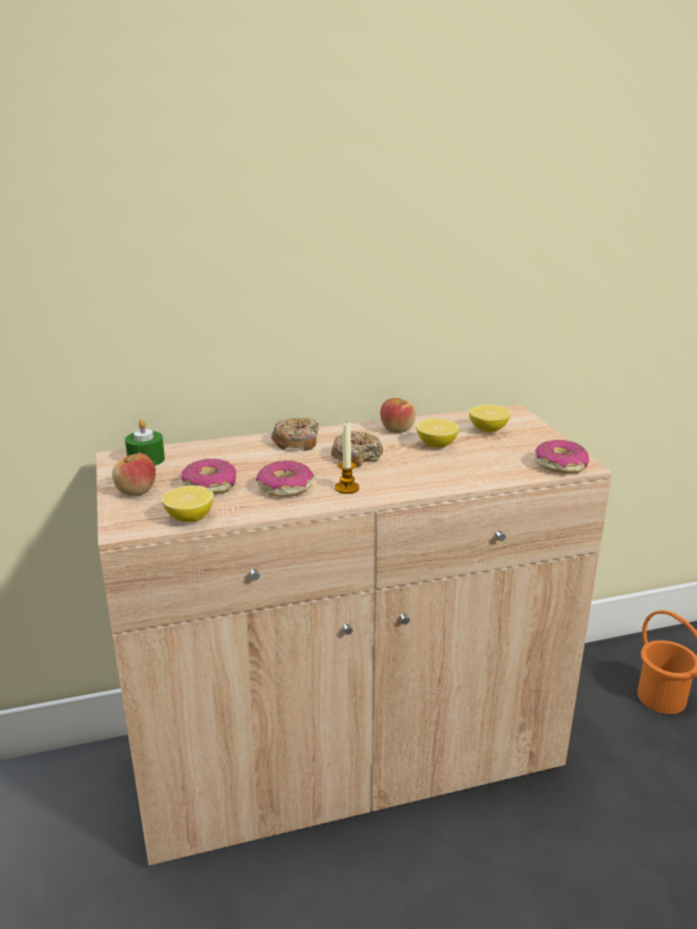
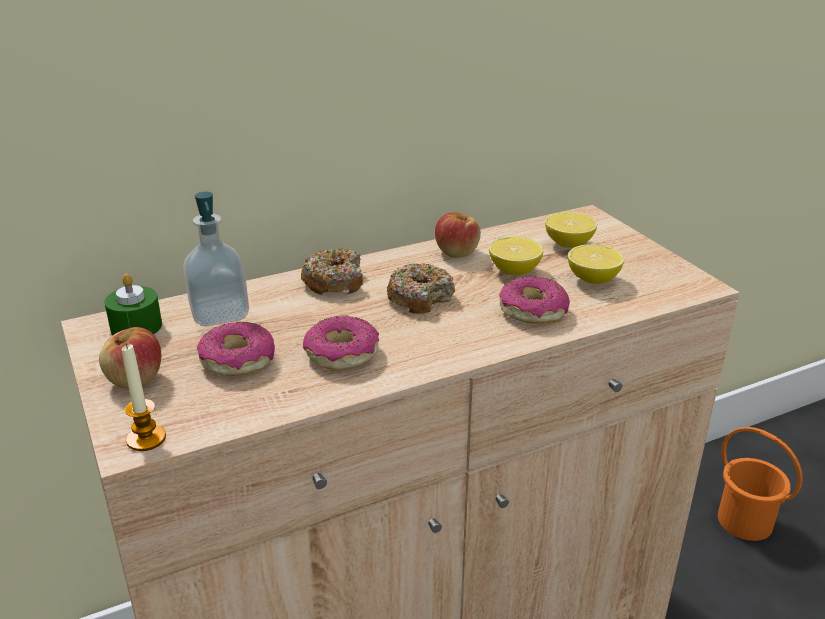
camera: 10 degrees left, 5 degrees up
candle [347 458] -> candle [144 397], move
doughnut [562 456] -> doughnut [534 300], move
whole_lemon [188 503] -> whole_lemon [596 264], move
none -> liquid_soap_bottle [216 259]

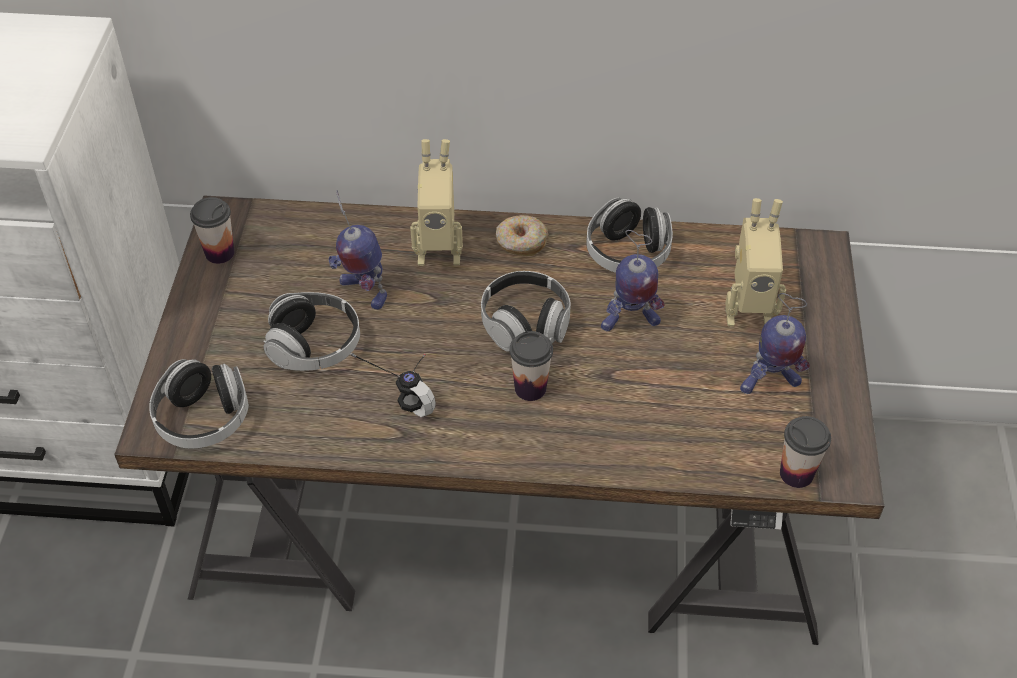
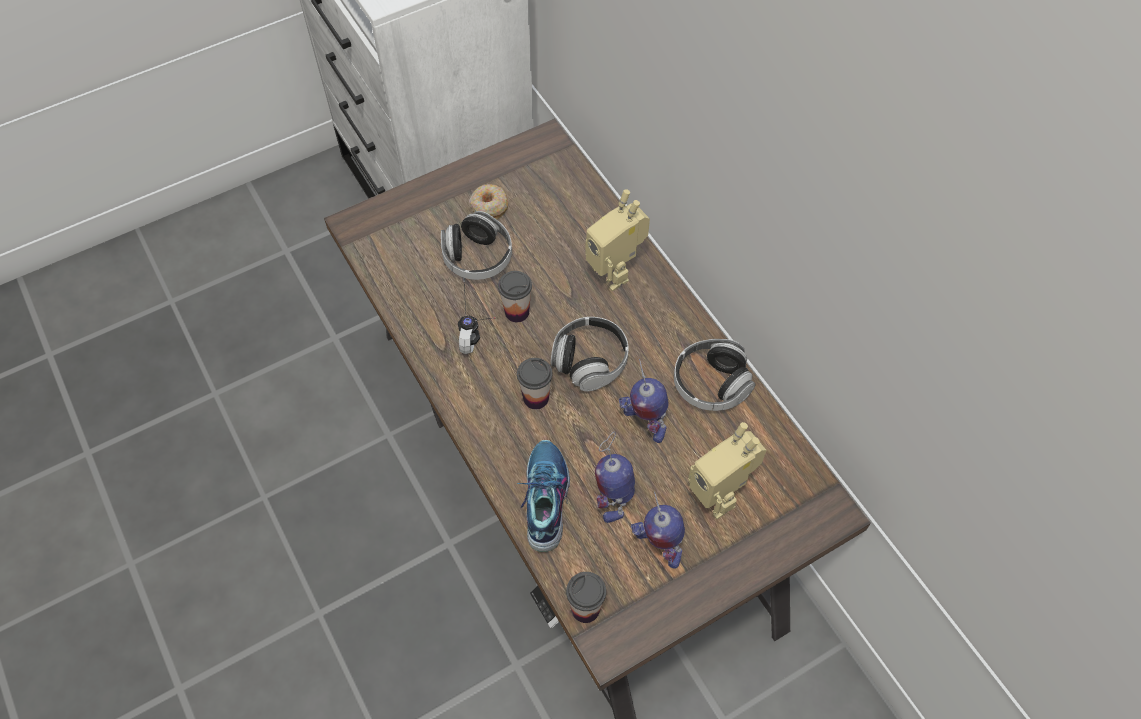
camera: 55 degrees right, 10 degrees up
robot_figure [358 250] -> robot_figure [615 477], move
small_cup [212 230] -> small_cup [515 296], move
doughnut [522 235] -> doughnut [489 201], move
pair_of_headphones [199 403] -> none
none -> low_shoe [543 496]

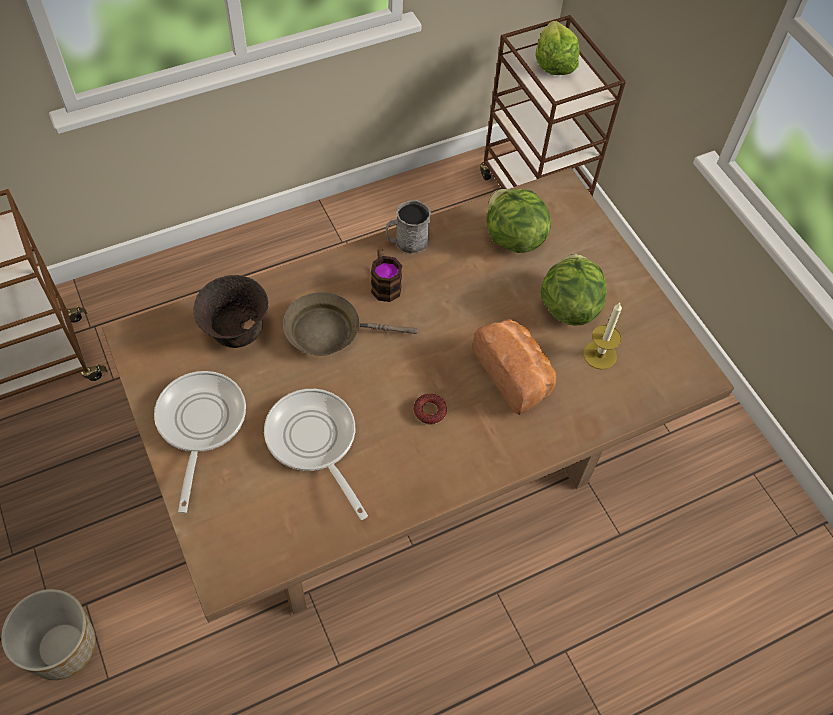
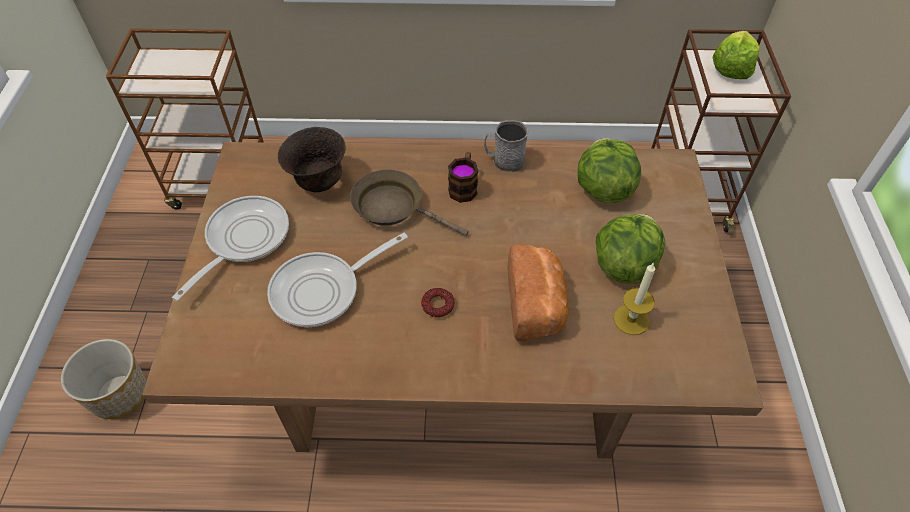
camera: 30 degrees right, 5 degrees down
pan [316 454] -> pan [337 280], 120 degrees counterclockwise

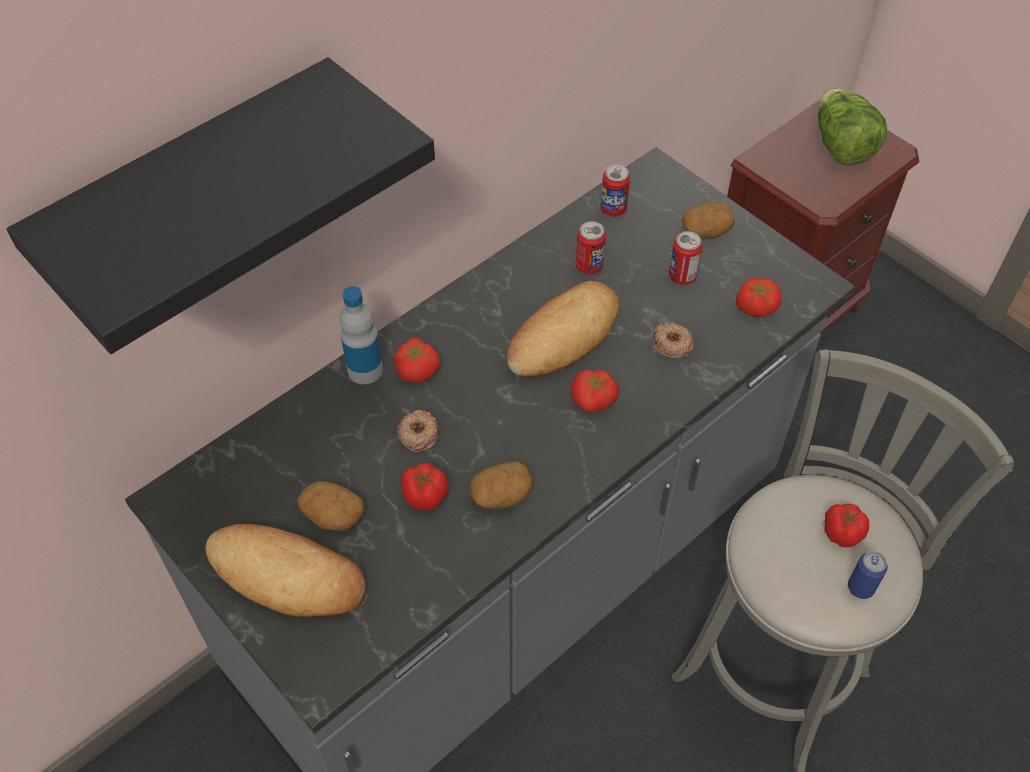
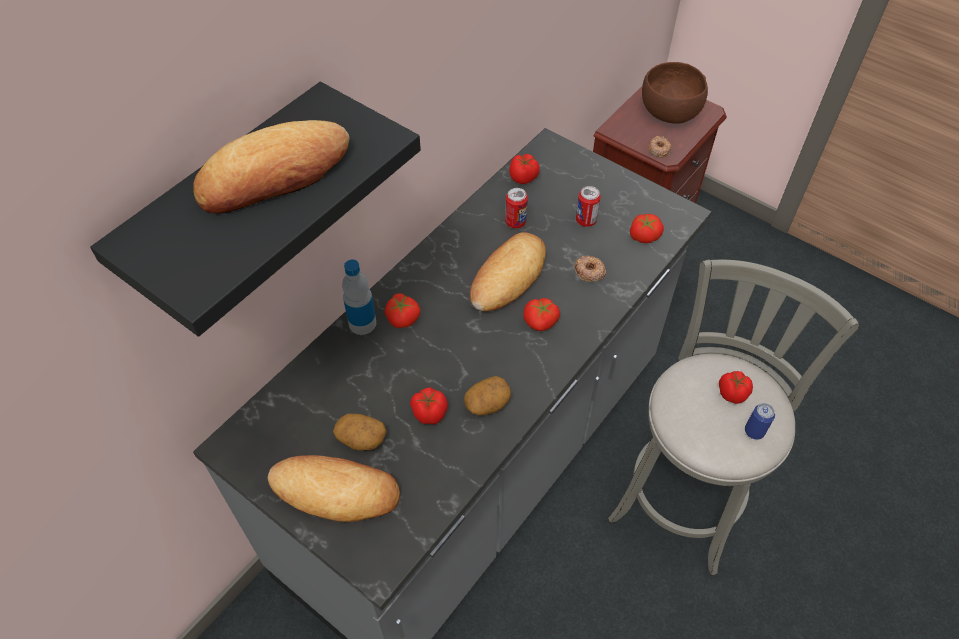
camera: 10 degrees left, 0 degrees up
head_of_lettuce [852 127] -> brownish_serving_bowl [675 93]
sealed_can [615 190] -> whole_tomato [524 169]
spud [708 220] -> none
doughnut [418 431] -> doughnut [660 146], move
none -> bread [271 167]

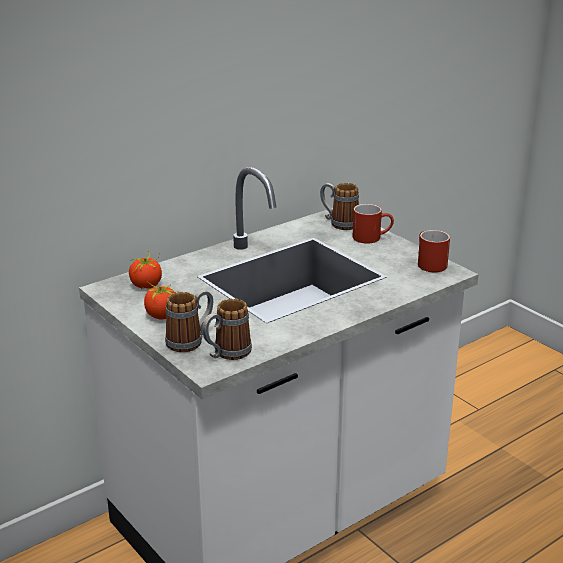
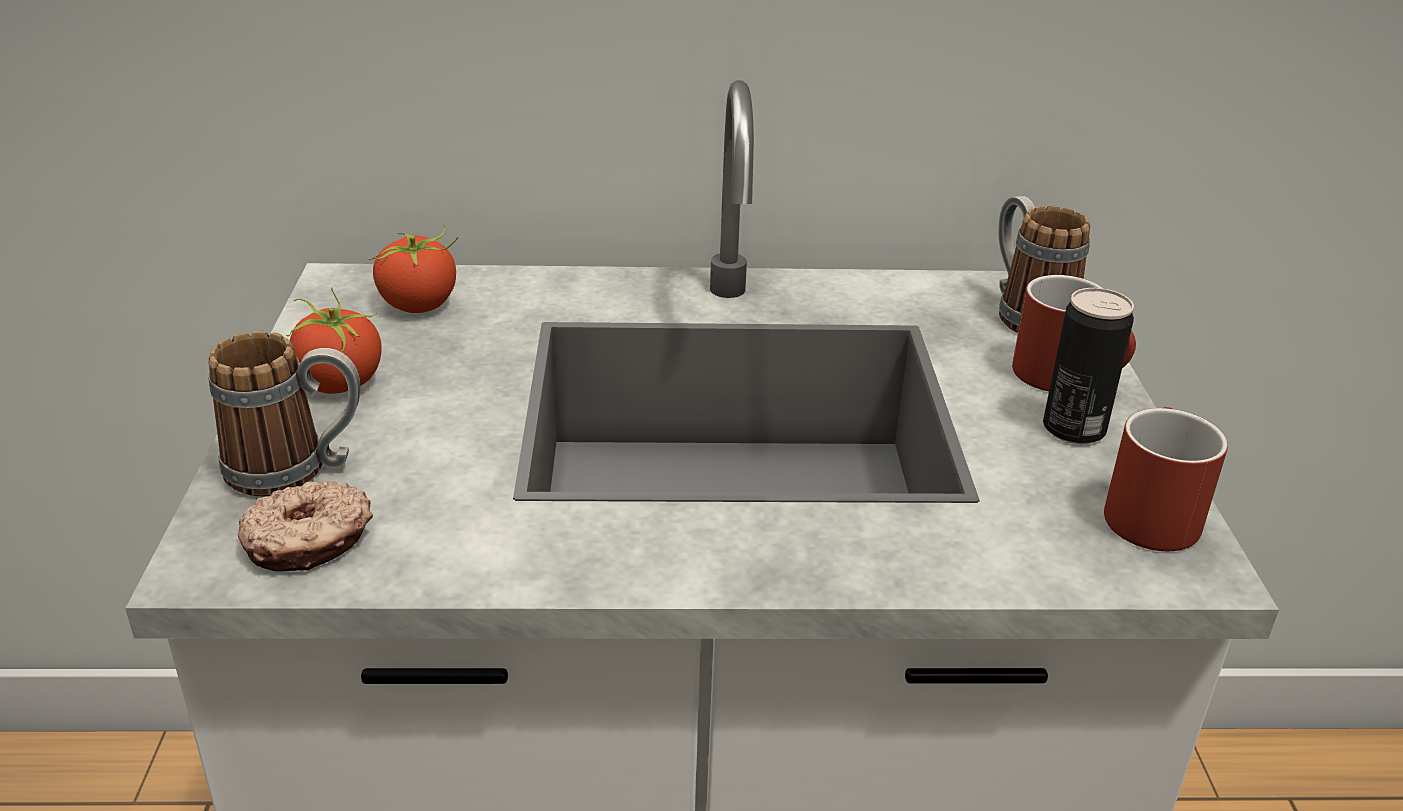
camera: 35 degrees right, 5 degrees up
coffee_mug [227 329] -> doughnut [305 526]
none -> sealed_can [1088 366]

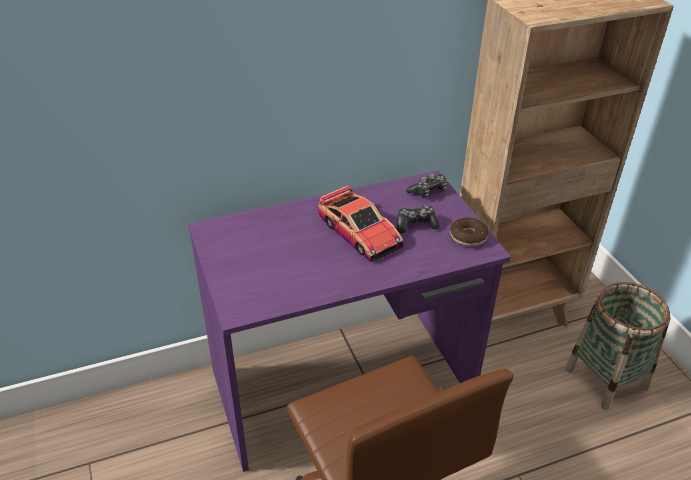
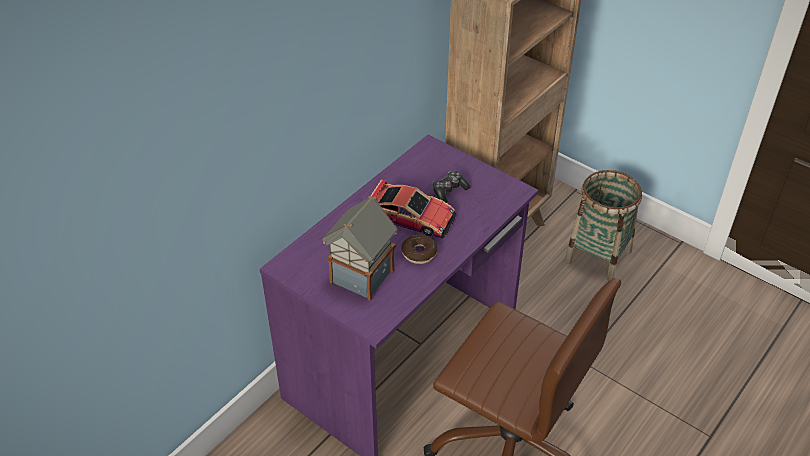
camera: 30 degrees left, 5 degrees up
game_controller [426 185] -> none
doughnut [469 232] -> doughnut [419 249], move
none -> miniature_house [360 248]

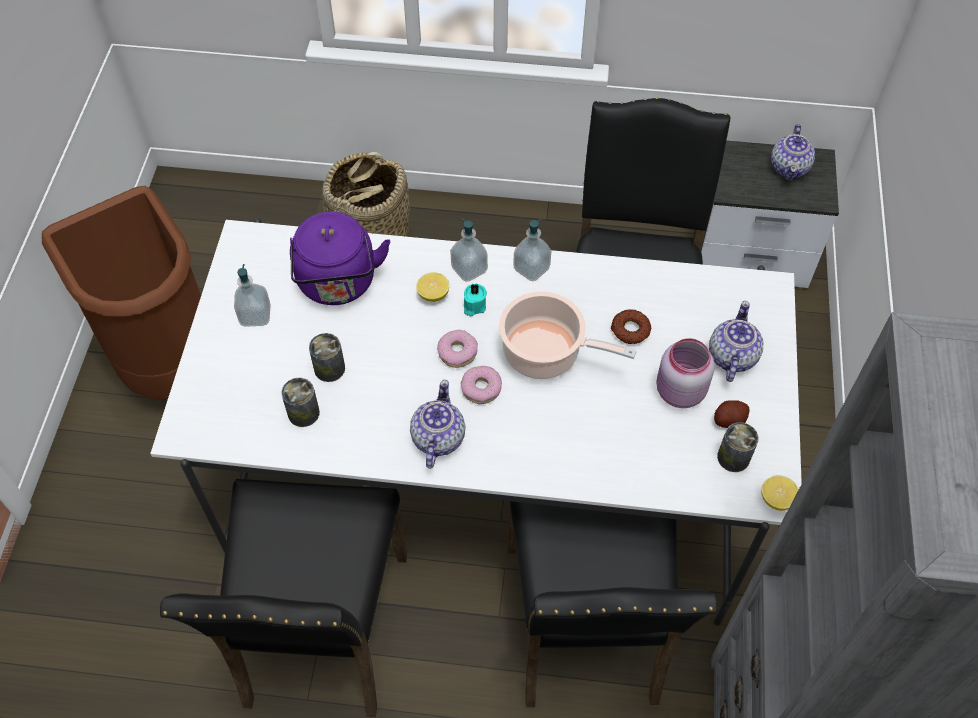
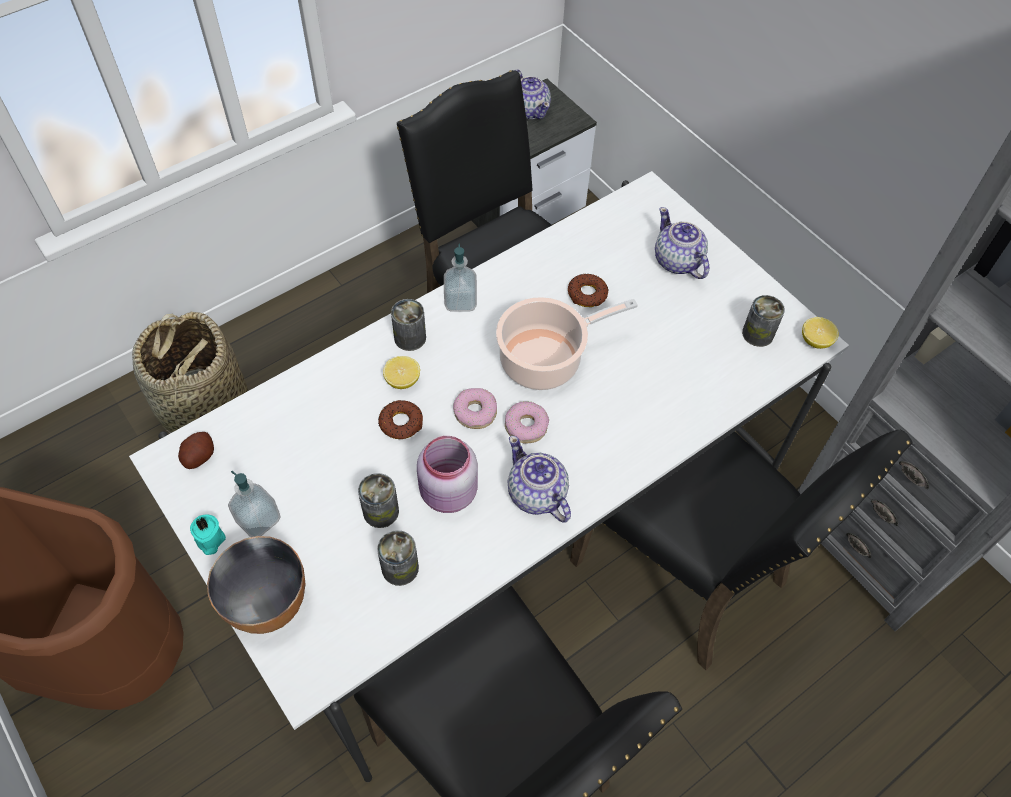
camera: 45 degrees left, 0 degrees up
purplish_water_kettle [340 258] -> none
liquid_soap_bottle [469 250] -> sealed_can [408 325]
blue-green_candle [475 300] -> blue-green_candle [208 534], move
pink_preserve_jar [685 373] -> pink_preserve_jar [447 474], move
spud [732 414] -> spud [196 450], move
none -> doughnut [400 419]
none -> serving_bowl [256 585]

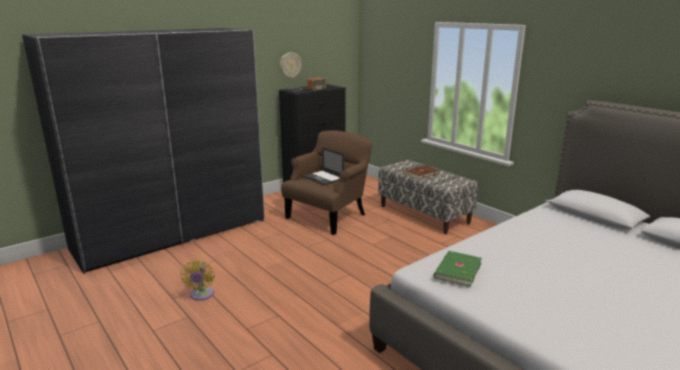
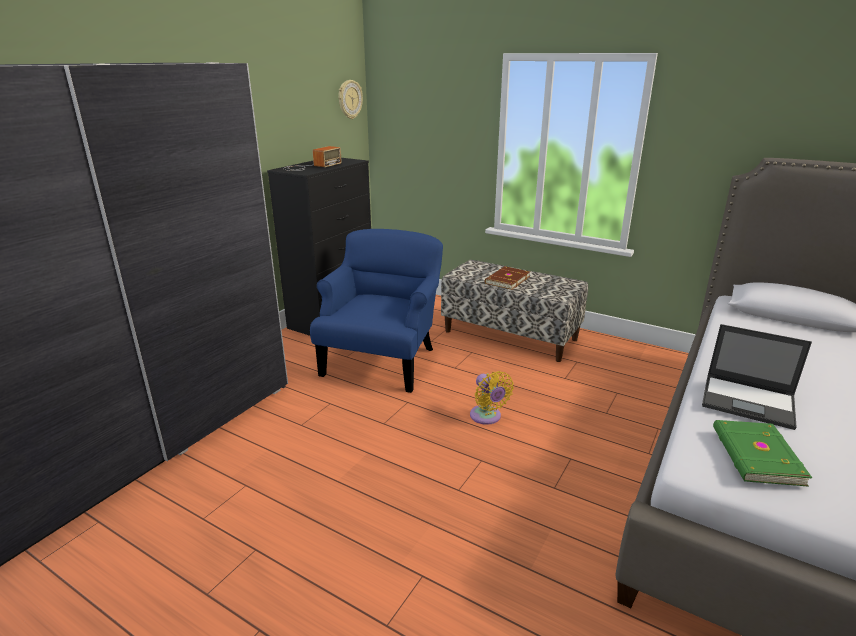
camera: 20 degrees left, 5 degrees up
hanging_clock [291 65] -> hanging_clock [351 99], move
brownish_lounge_chair [326 182] -> bluish_lounge_chair [376 311]
laptop [323 166] -> laptop [757 377], move
yellowish_fan [197 280] -> yellowish_fan [492 398], move

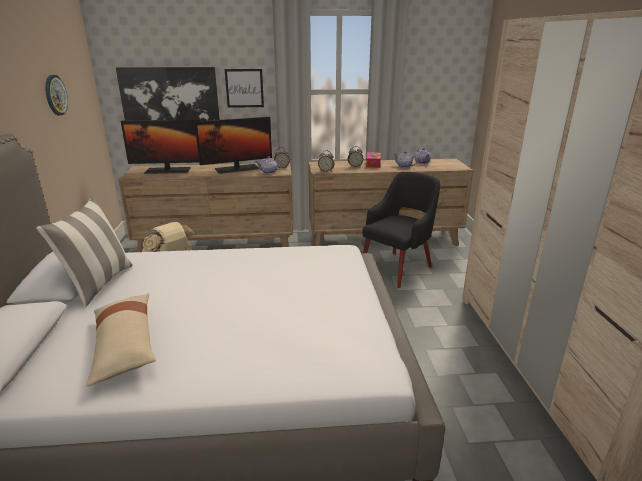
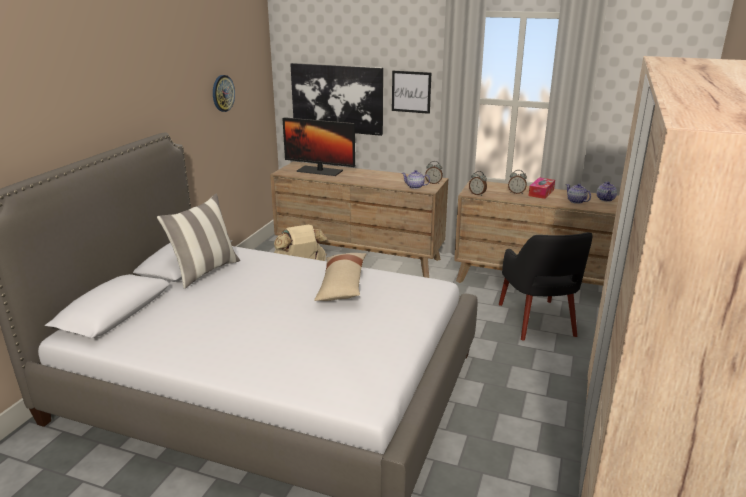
camera: 25 degrees right, 0 degrees up
computer_display [233 145] -> none
blackish_lounge_chair [401 230] -> blackish_lounge_chair [546 286], 105 degrees clockwise
beige-coloured_cushion [121 339] -> beige-coloured_cushion [340 277], move

